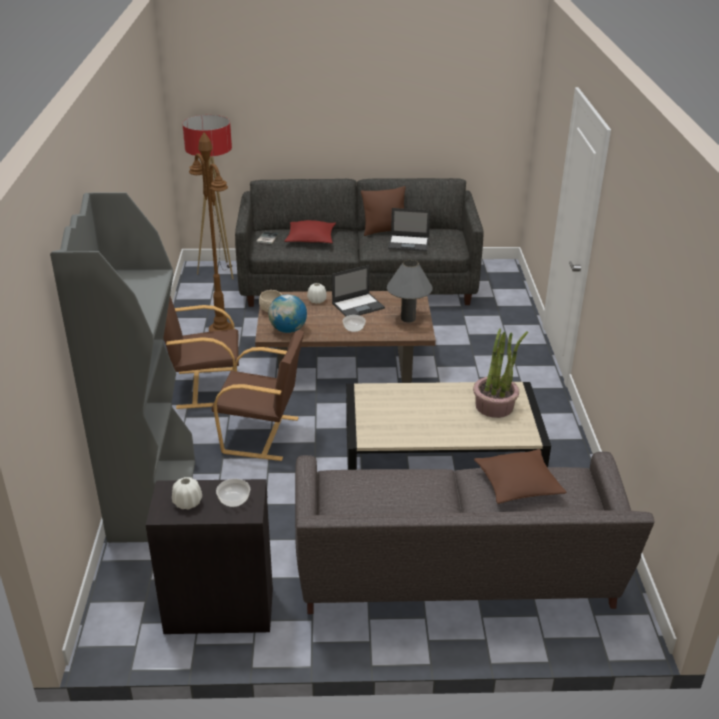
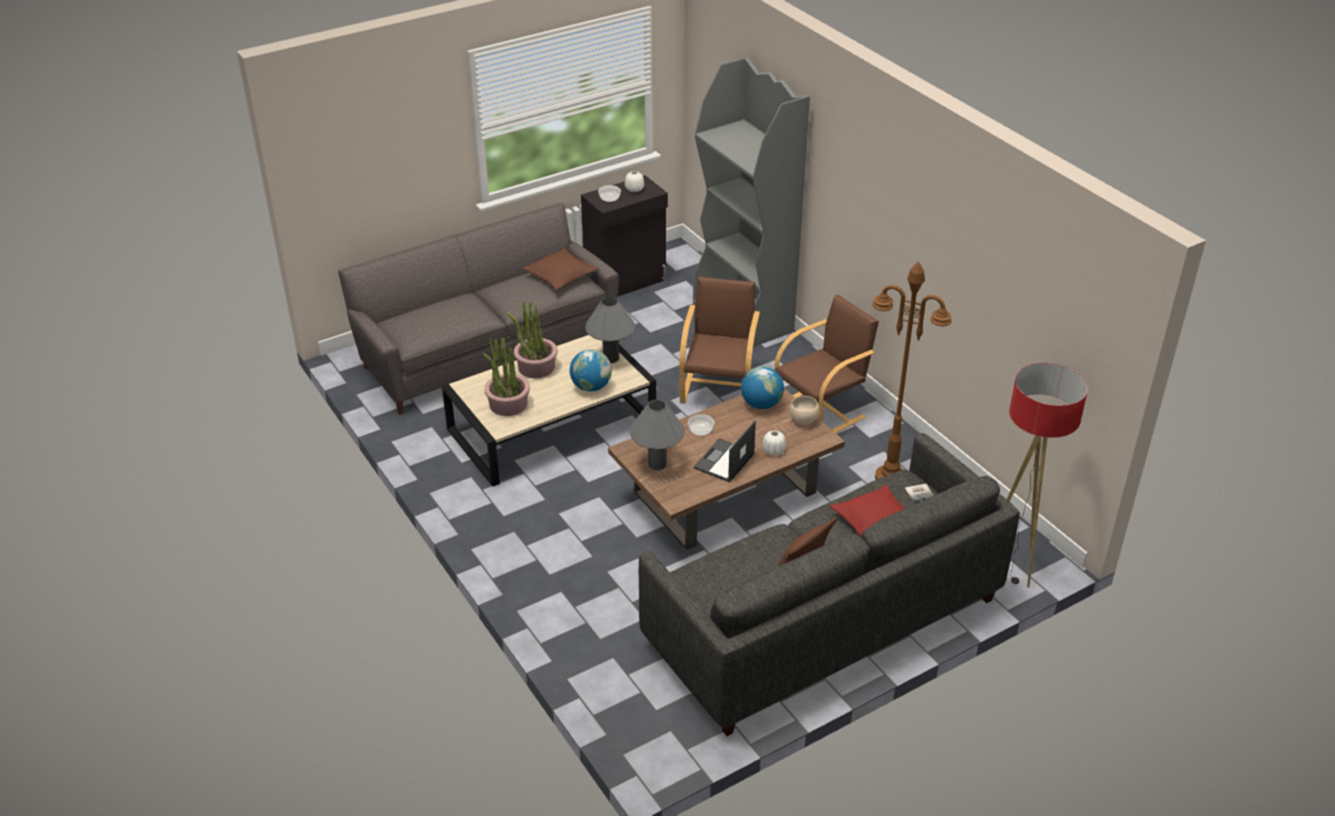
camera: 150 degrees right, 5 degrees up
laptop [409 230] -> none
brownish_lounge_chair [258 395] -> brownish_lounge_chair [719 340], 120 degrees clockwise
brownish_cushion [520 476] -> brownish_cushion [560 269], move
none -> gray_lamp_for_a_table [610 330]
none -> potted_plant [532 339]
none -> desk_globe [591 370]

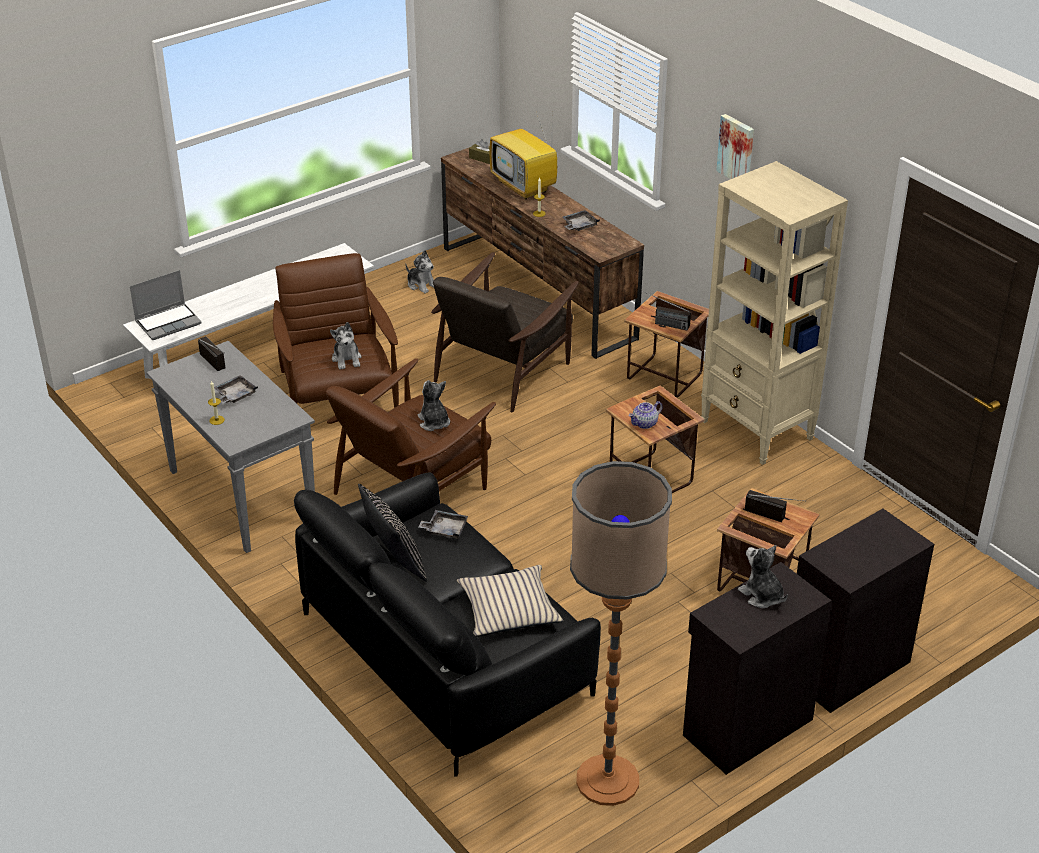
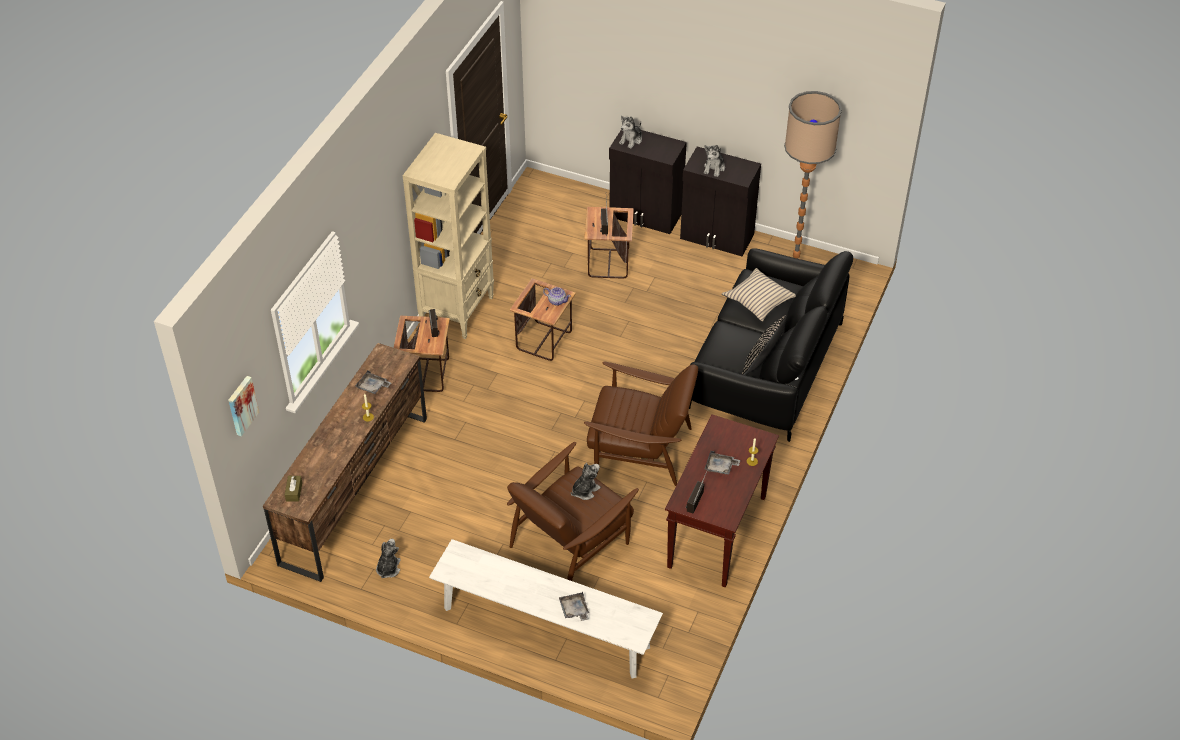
camera: 120 degrees left, 10 degrees up
TV [523 156] -> none
picture [735 146] -> picture [243 406], move
brownish_lounge_chair [505 332] -> none
laptop [166 305] -> none
gray_narrow_table [230 447] -> brownish_narrow_table [722 501]
cuddly_toy [434 405] -> cuddly_toy [630 132], move
gray_tray [443 524] -> gray_tray [574 606], move

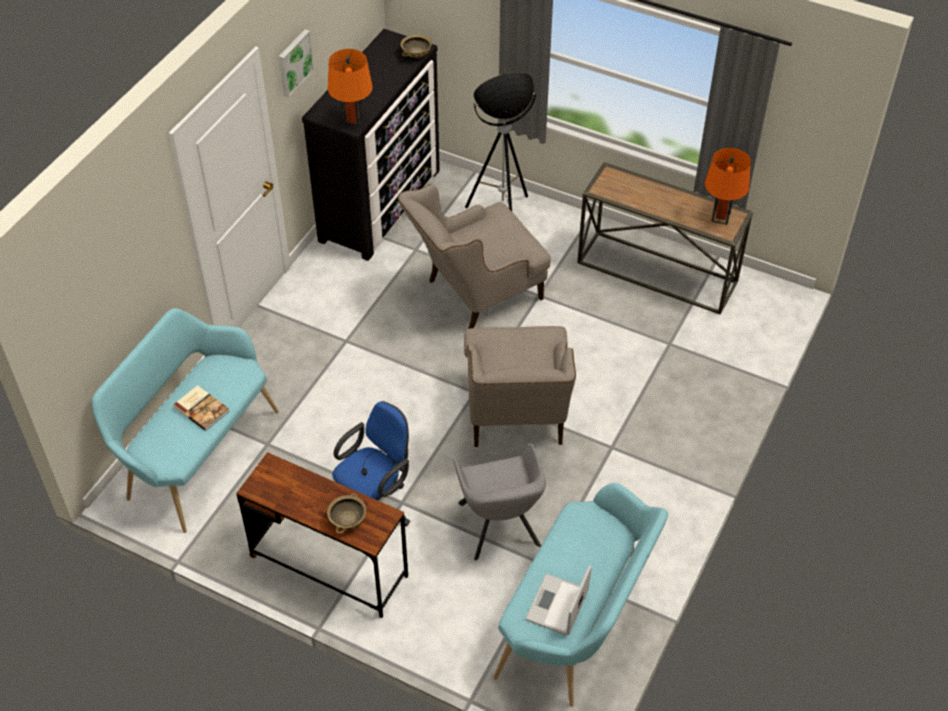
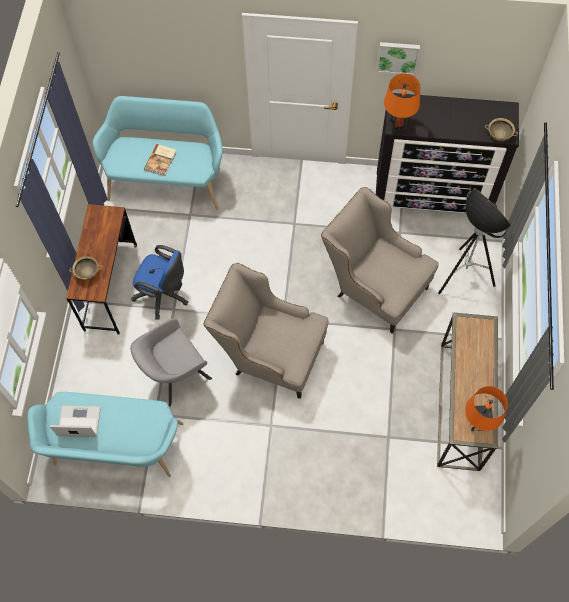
camera: 70 degrees right, 15 degrees up
beige-coloured_lounge_chair [520 386] -> beige-coloured_lounge_chair [266 331], 45 degrees clockwise

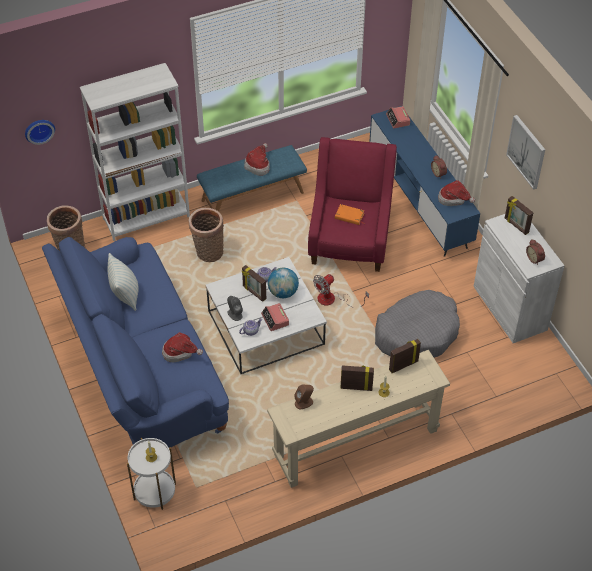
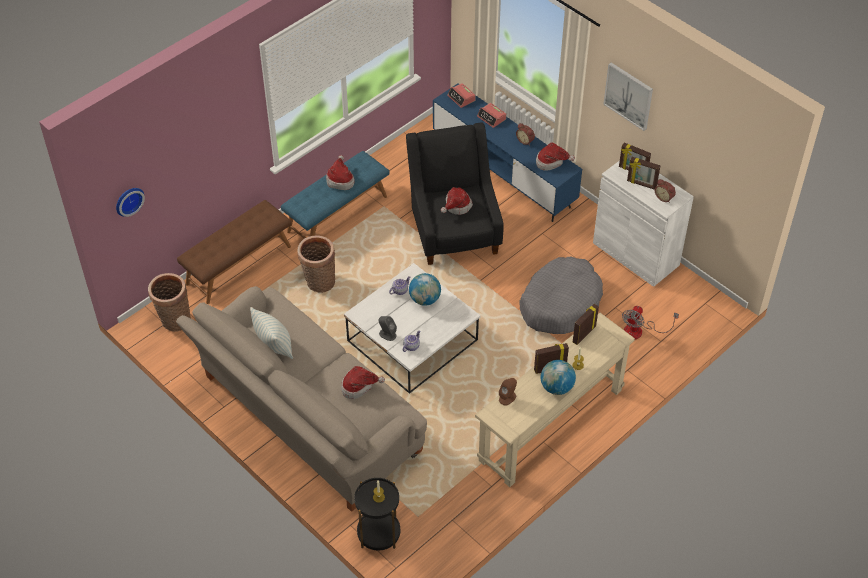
camera: 20 degrees left, 0 degrees up
white-coloured_bookshelf [135 152] -> brownish_long_seat [234 252]
red-coloured_lounge_chair [352 204] -> blackish_lounge_chair [455 193]
orangey_bound_book [350 214] -> clothing_hat [457 201]
bluish_sofa [135 342] -> beige-coloured_sofa [301 399]
standing_frame [254 283] -> standing_frame [643 173], move
fan [341 290] -> fan [650 322], move
table_clock [275 317] -> table_clock [491 115], move
white-coloured_end_table [151 474] -> blackish_end_table [377 514]
none -> desk_globe [558 377]

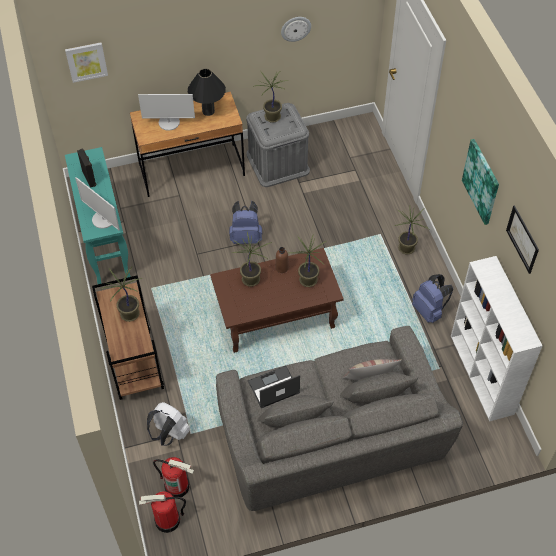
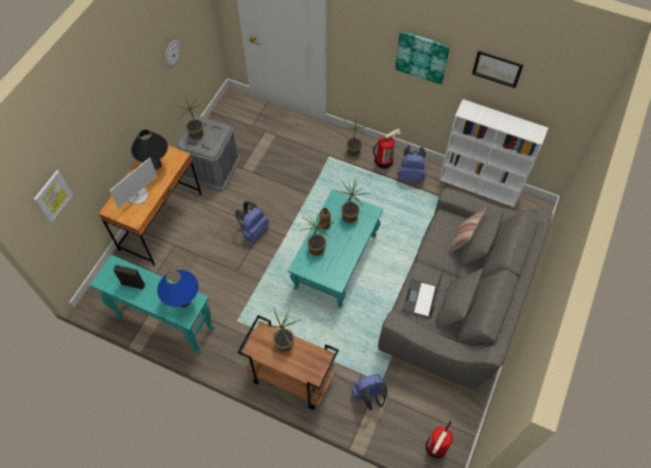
camera: 50 degrees left, 5 degrees up
computer_display [97 203] -> bluish_lamp_for_a_table [178 289]
brownish_low_table [277 300] -> blue-green_low_table [335 249]
white-coloured_knapsack [168 423] -> bluish_knapsack [369 392]
fire-fighting_cylinder [173 477] -> fire-fighting_cylinder [387 148], move

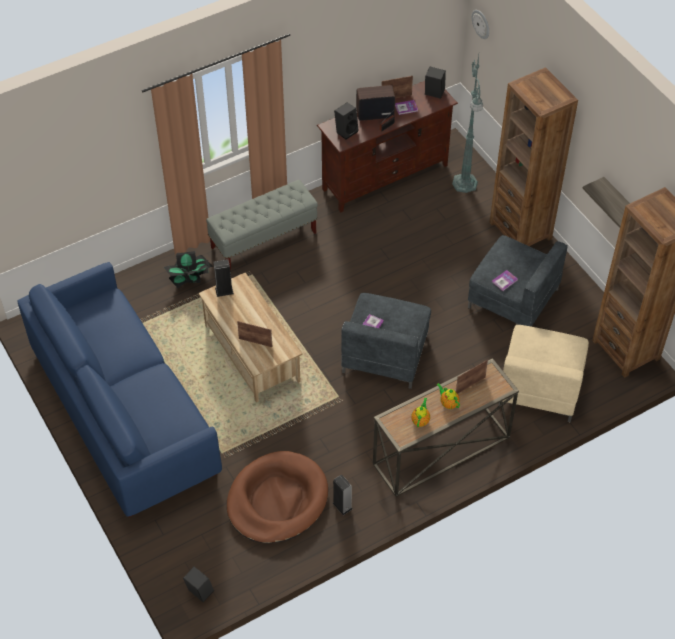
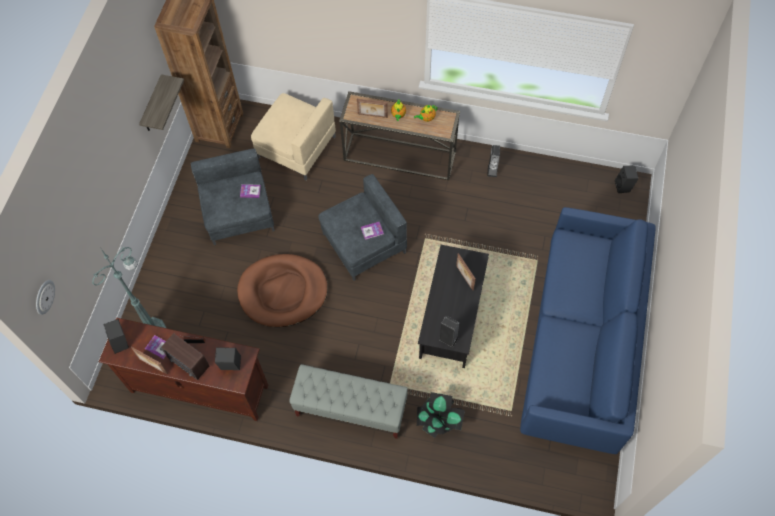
camera: 135 degrees left, 10 degrees up
brownish_bookshelf [534 156] -> none
beige-coloured_low_table [250 338] -> blackish_low_table [453 306]
beige-coloured_lounge_chair [543 373] -> beige-coloured_lounge_chair [293 136], 60 degrees clockwise
brownish_pet_bed [277 497] -> brownish_pet_bed [282 290], move

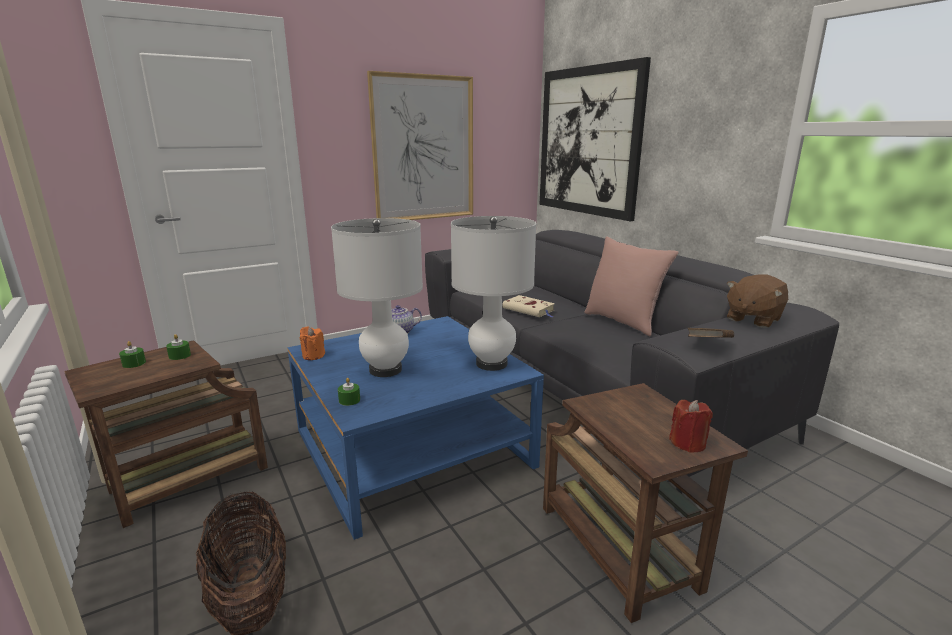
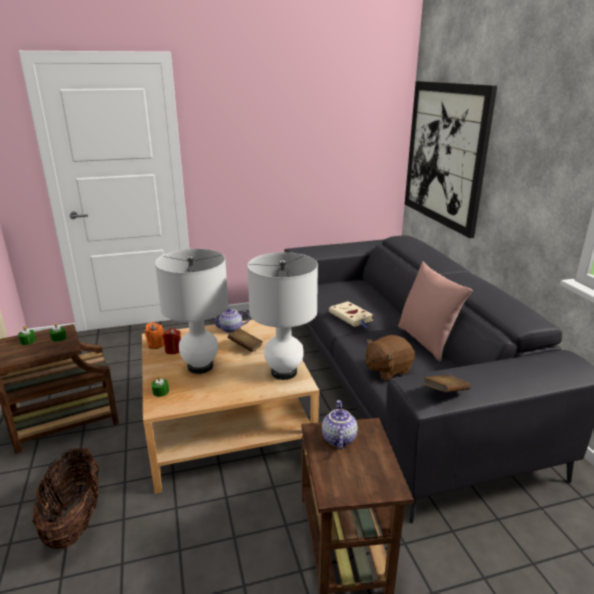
camera: 15 degrees right, 5 degrees up
picture [420 145] -> none
brownish_cuddly_toy [757 301] -> brownish_cuddly_toy [390 358], move
bluish_low_table [415 428] -> beige-coloured_low_table [230 407]
red-coloured_candle [691 426] -> red-coloured_candle [172 341], move
none -> brownish_bound_book [245 340]
none -> pot_for_tea [340 425]

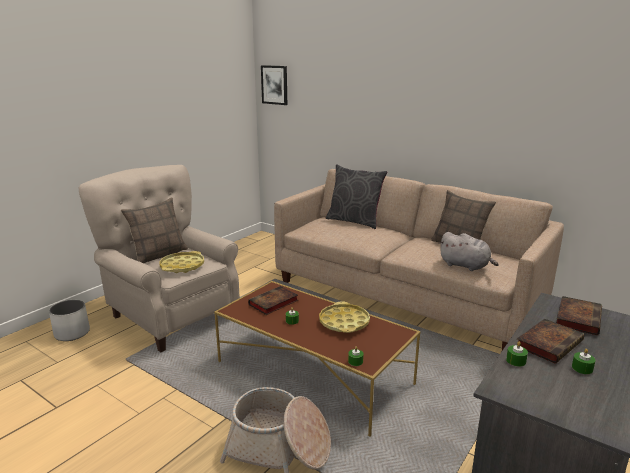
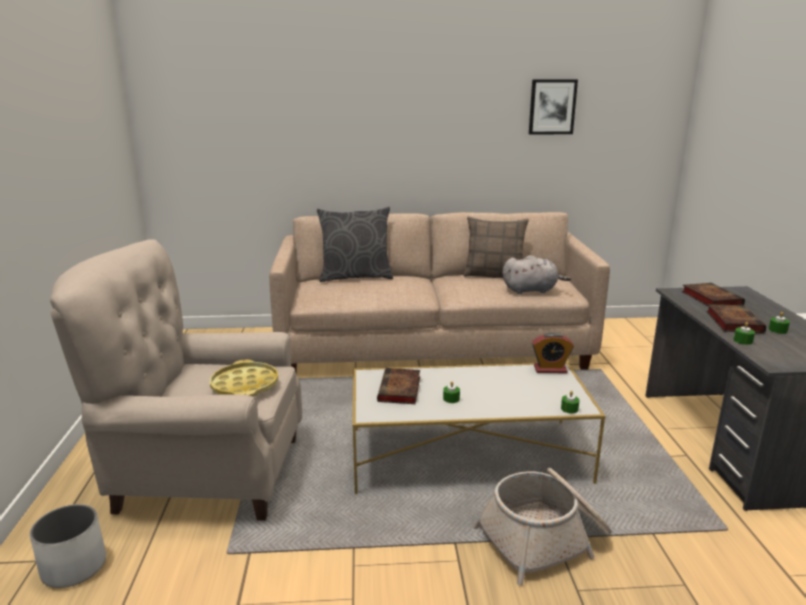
camera: 40 degrees left, 0 degrees up
picture [274 85] -> picture [553 107], move
cushion [154 230] -> none
brownish_low_table [317 359] -> white-coloured_low_table [478 428]
yellowish_tray [344 317] -> none
none -> table_clock [553 352]

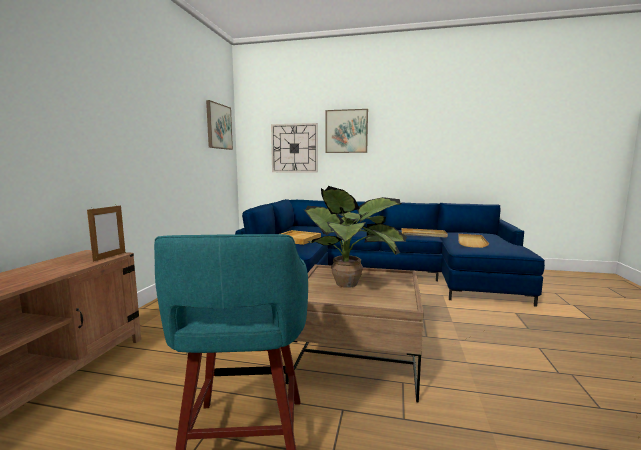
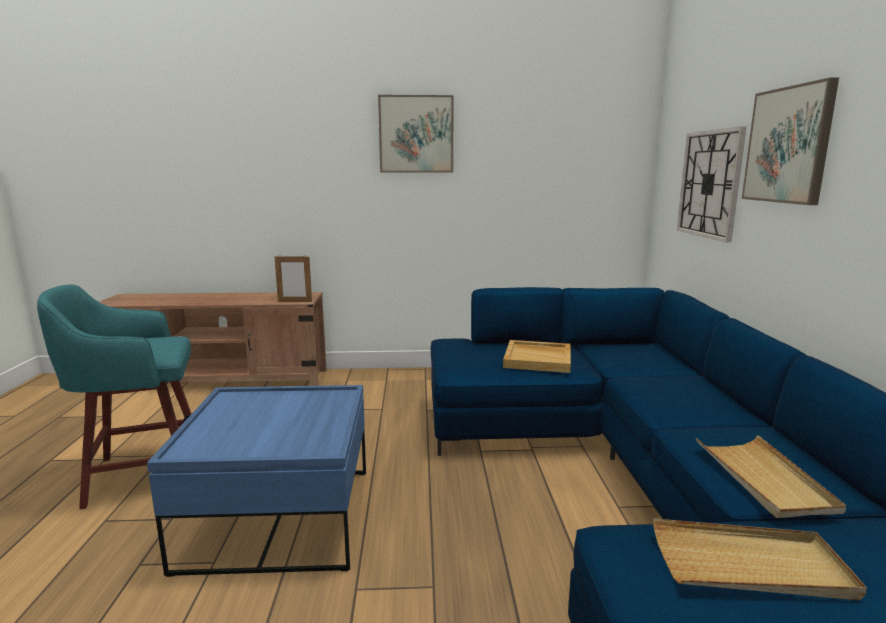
camera: 75 degrees right, 5 degrees up
picture [219 125] -> picture [416 133], move
potted_plant [355 237] -> none
brownish_low_table [354 333] -> bluish_low_table [256 481]

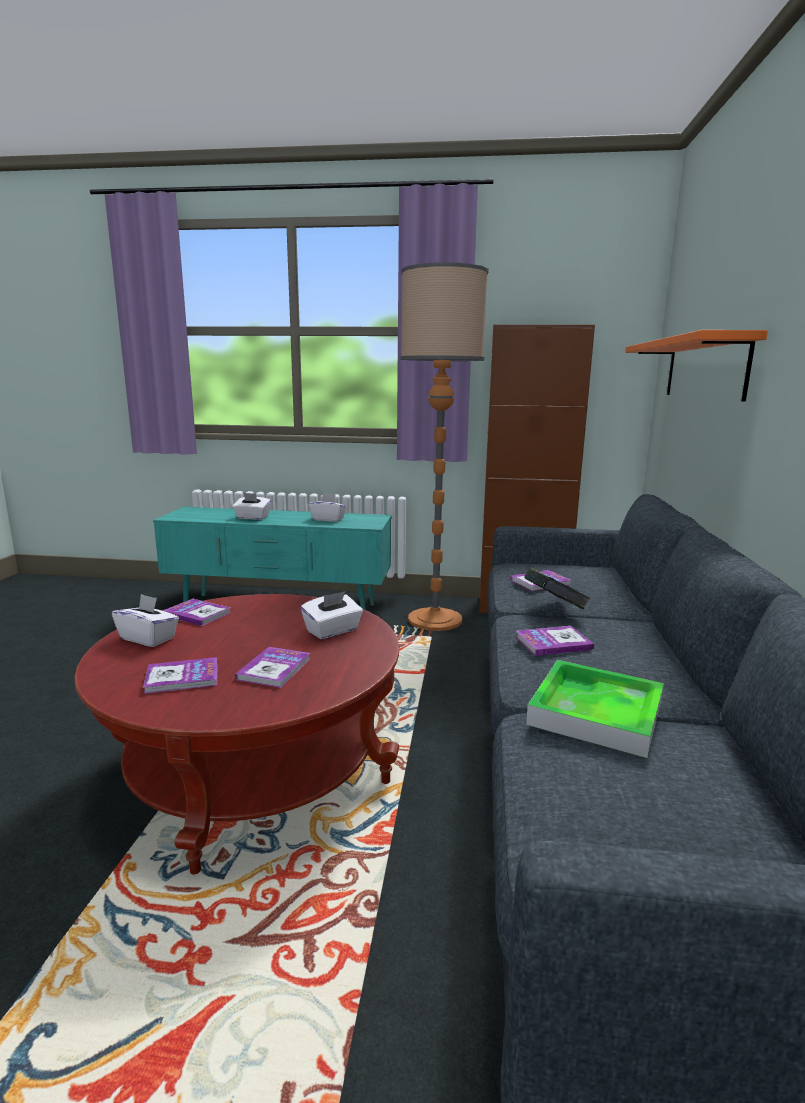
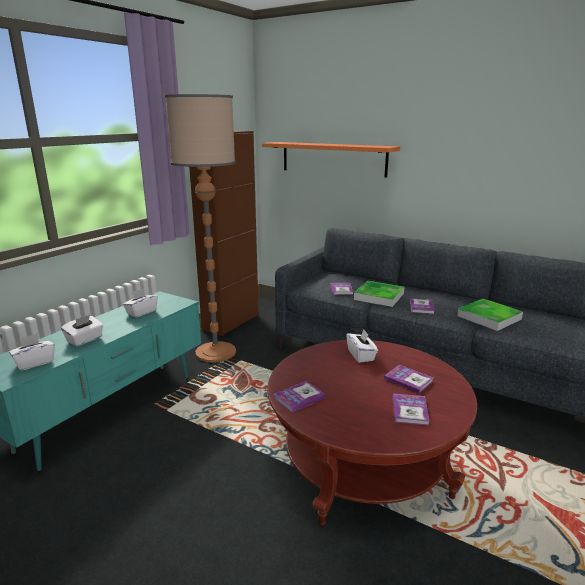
camera: 65 degrees left, 5 degrees up
bound_book [557 588] -> tray [379 294]
white-coloured_tissue_box [145 620] -> white-coloured_tissue_box [32 352], move

